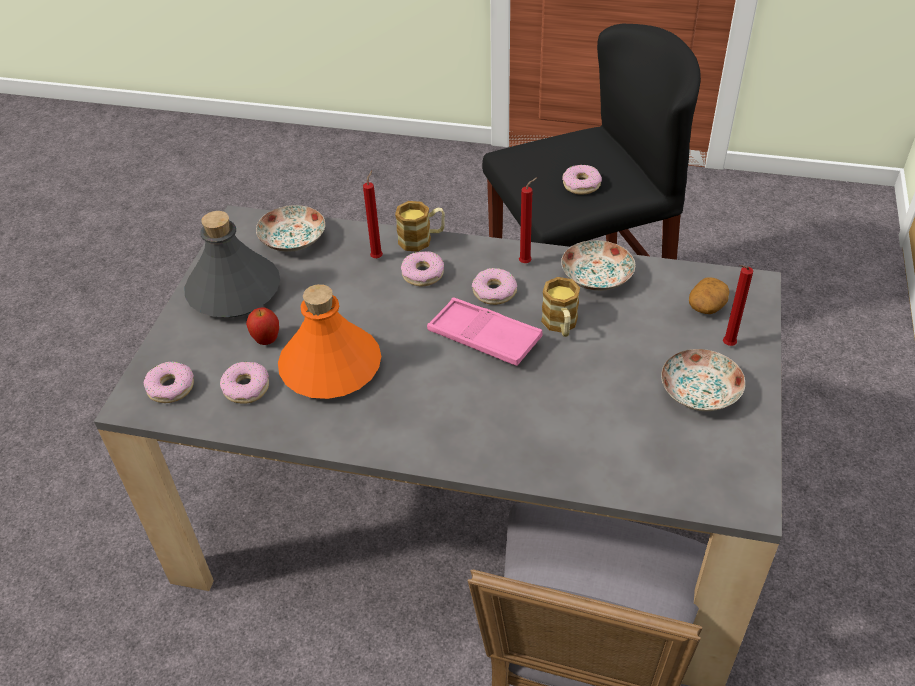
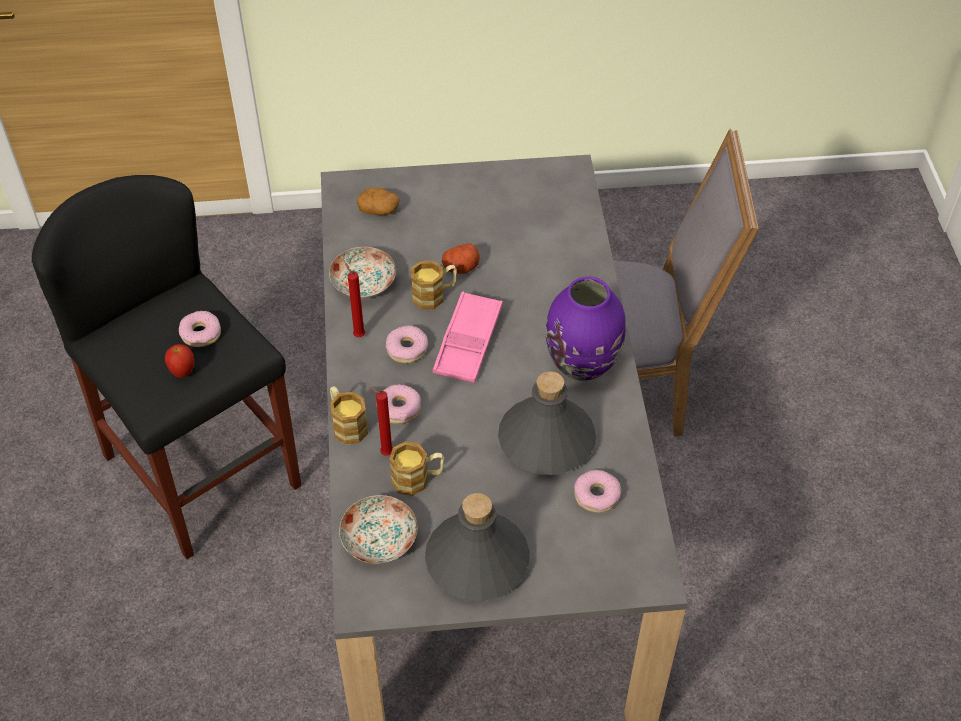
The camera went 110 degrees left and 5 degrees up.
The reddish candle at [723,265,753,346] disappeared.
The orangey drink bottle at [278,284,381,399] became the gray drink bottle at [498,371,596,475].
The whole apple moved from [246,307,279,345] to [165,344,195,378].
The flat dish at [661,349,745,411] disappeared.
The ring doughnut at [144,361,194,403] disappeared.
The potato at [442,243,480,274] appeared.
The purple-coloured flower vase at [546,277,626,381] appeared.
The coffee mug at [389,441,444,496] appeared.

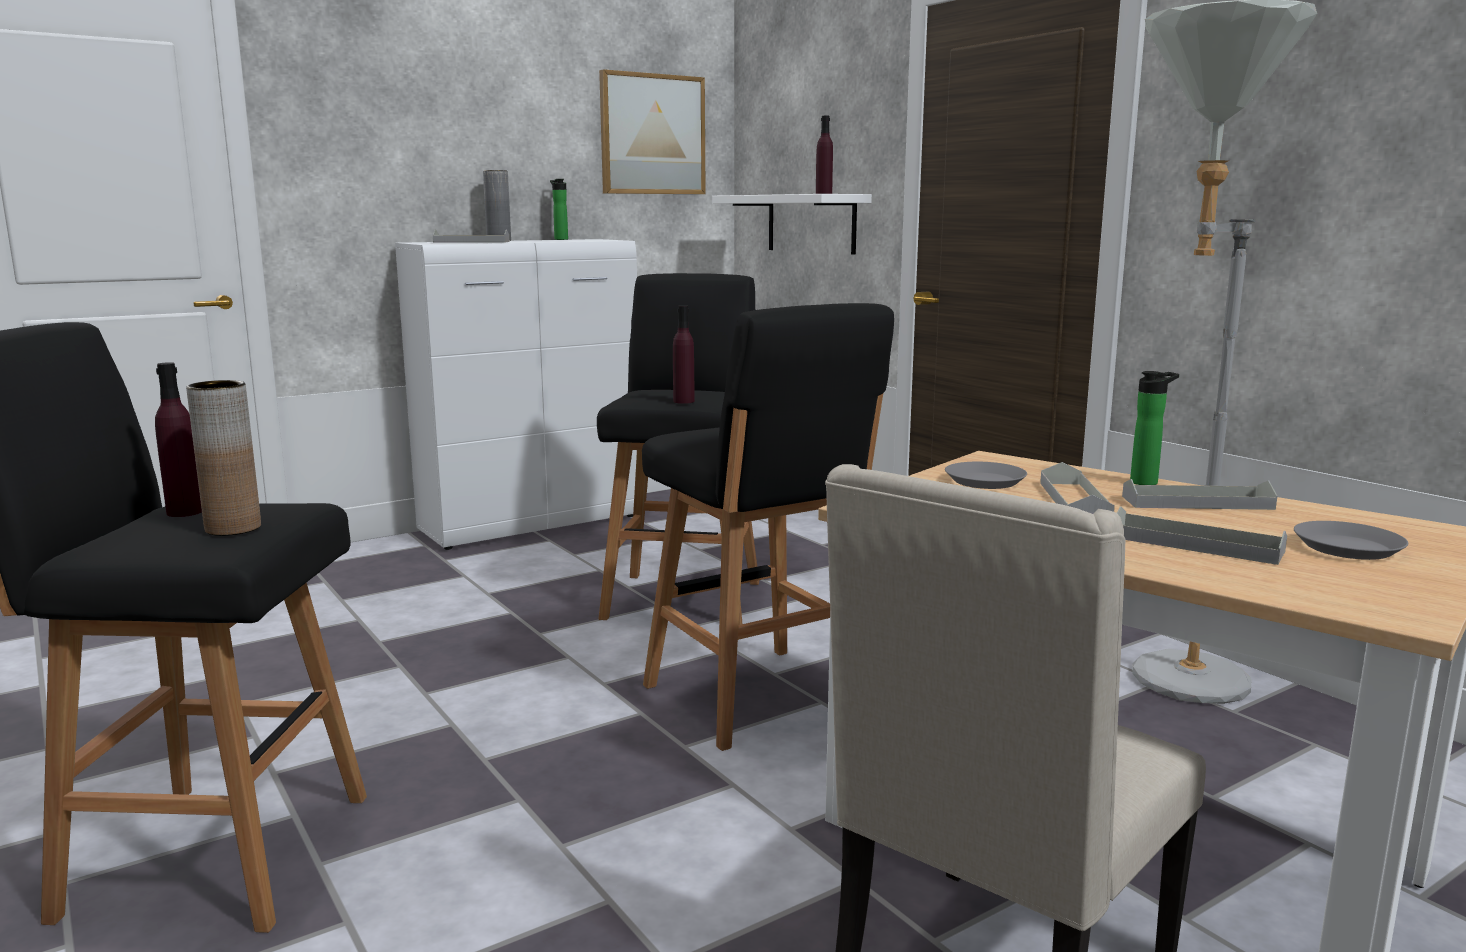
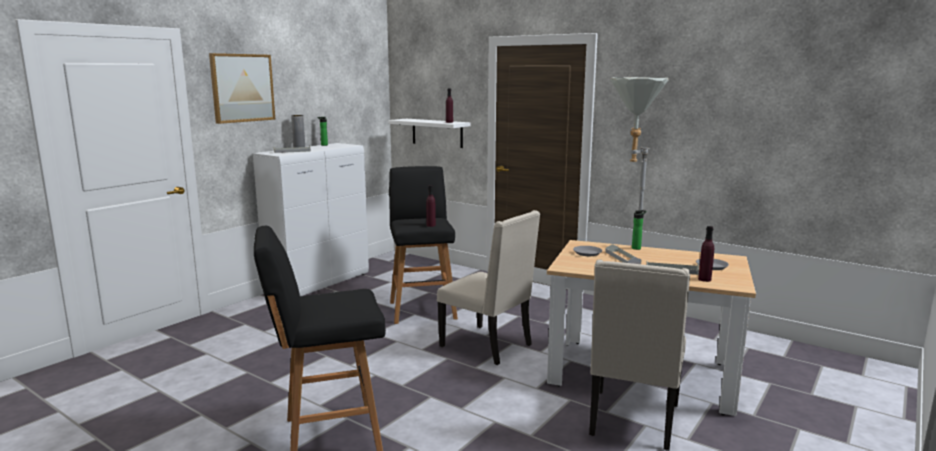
The camera went 20 degrees left and 0 degrees up.
The wall art moved from [599,69,706,194] to [209,53,275,124].
The blackish sitting stool at [642,303,894,751] was replaced by the sand-coloured upright chair at [437,210,540,365].
The purple-coloured drink bottle moved from [155,362,202,517] to [698,226,714,282].
The brown flower vase at [186,380,261,536] disappeared.
The gray tray at [1122,479,1277,510] disappeared.

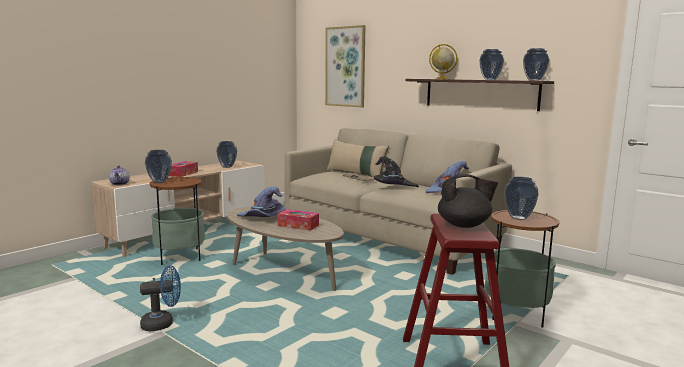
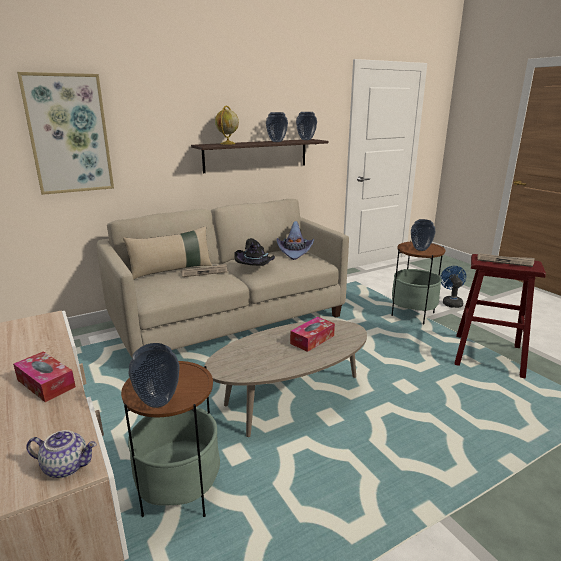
The camera went 70 degrees left and 10 degrees up.
The flower vase at [216,141,237,168] disappeared.
The blackish teapot at [438,174,498,228] was replaced by the newspaper at [477,254,534,267].
The purple-coloured hat at [237,187,285,217] disappeared.
The blue cooling fan moved from [140,266,181,331] to [440,266,466,308].

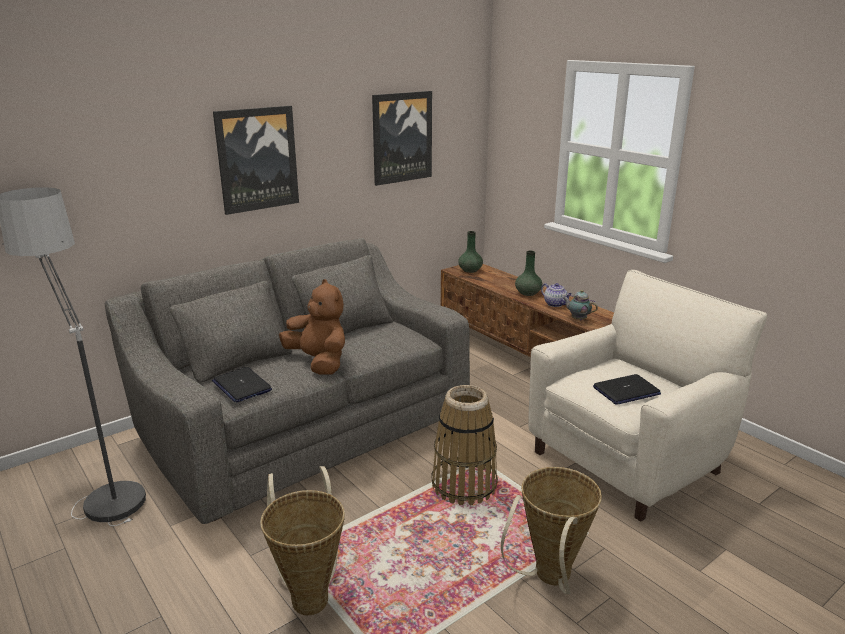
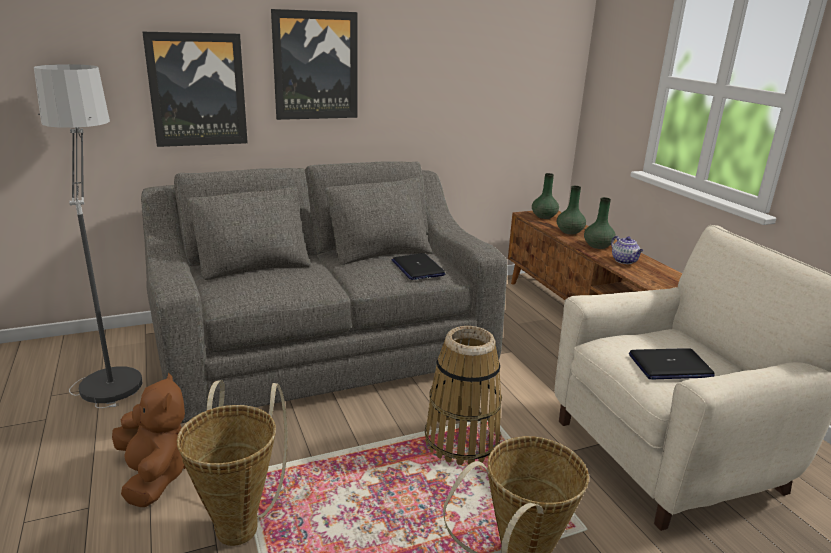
The camera went 15 degrees right and 0 degrees up.
The wall art moved from [372,91,432,186] to [142,32,248,147].
The brown cuddly toy moved from [279,279,345,375] to [112,373,186,507].
The teapot at [563,290,598,320] disappeared.
The notebook computer moved from [212,367,272,403] to [391,253,446,280].
The green flower vase at [557,186,586,234] appeared.

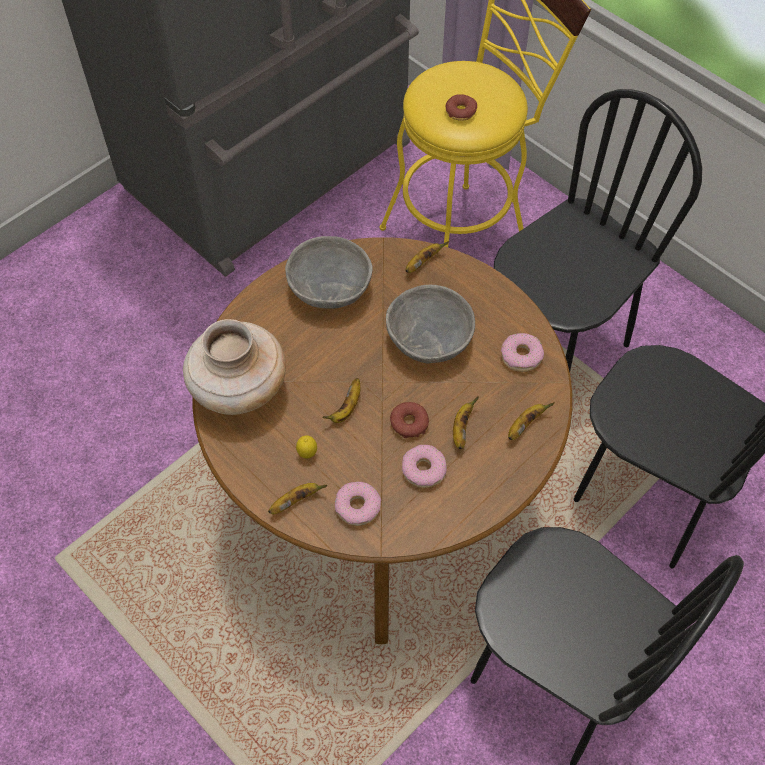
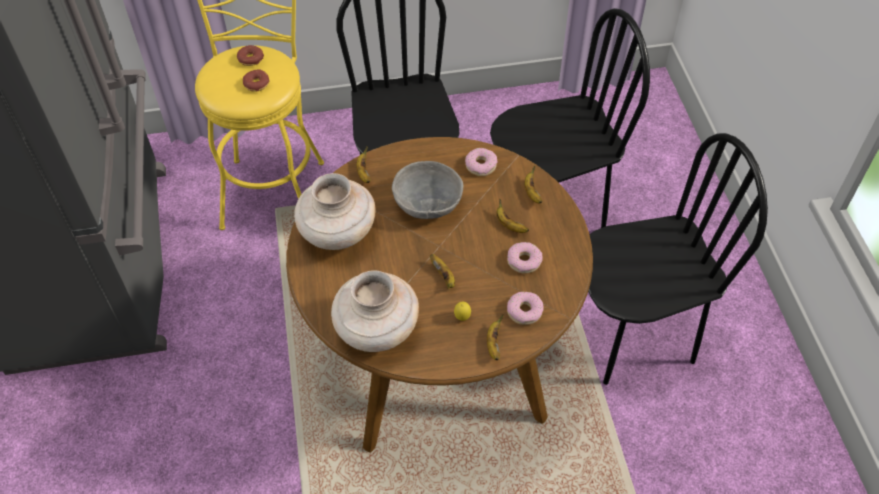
The camera went 55 degrees left and 5 degrees down.
The gray bowl at [285,236,373,309] was replaced by the sand-coloured flower vase at [294,173,376,250].
The ring doughnut moved from [390,402,429,438] to [237,45,264,66].

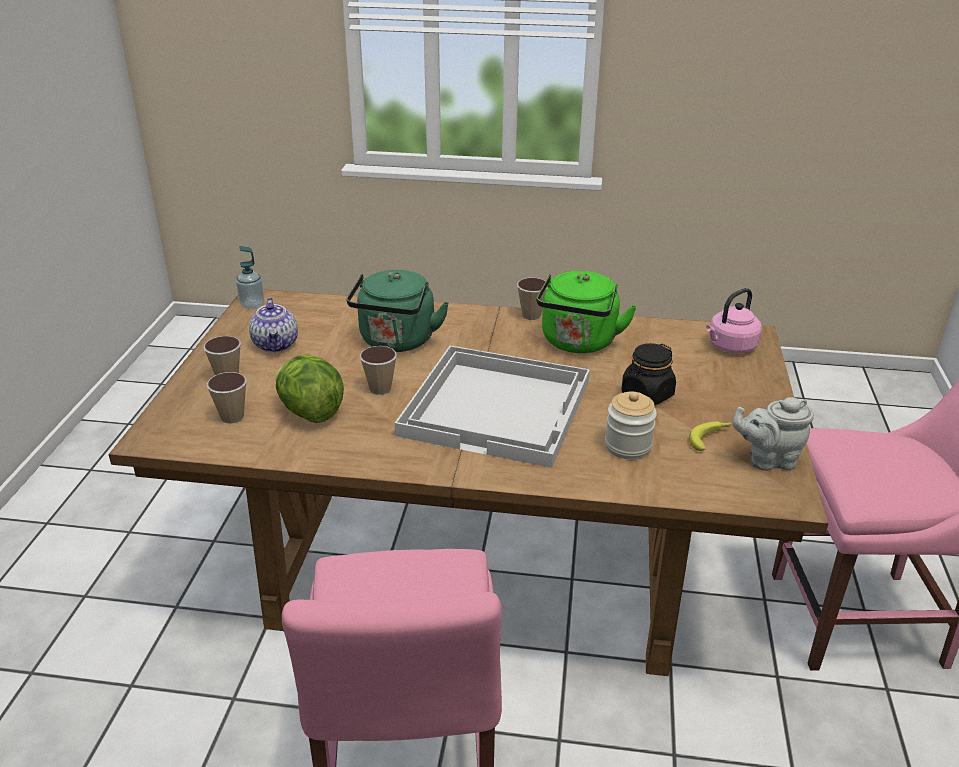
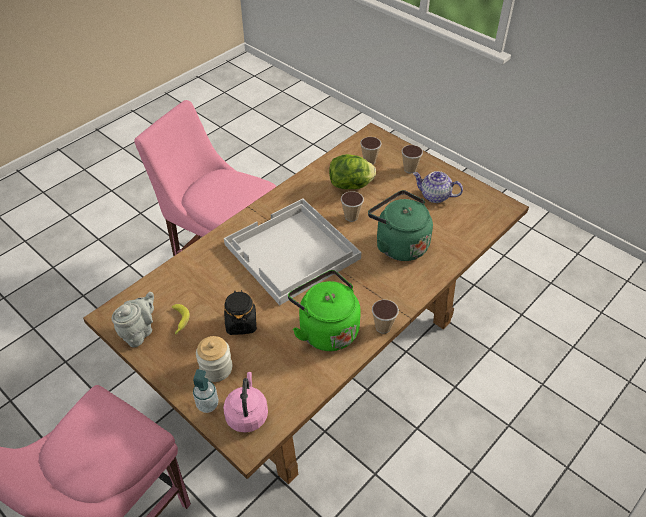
The camera went 125 degrees right and 15 degrees up.
The soap dispenser moved from [236,246,264,309] to [193,369,219,413].
The jar moved from [605,392,657,460] to [196,336,232,382].

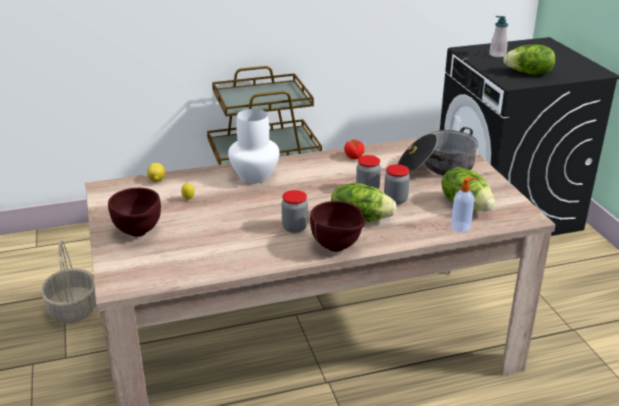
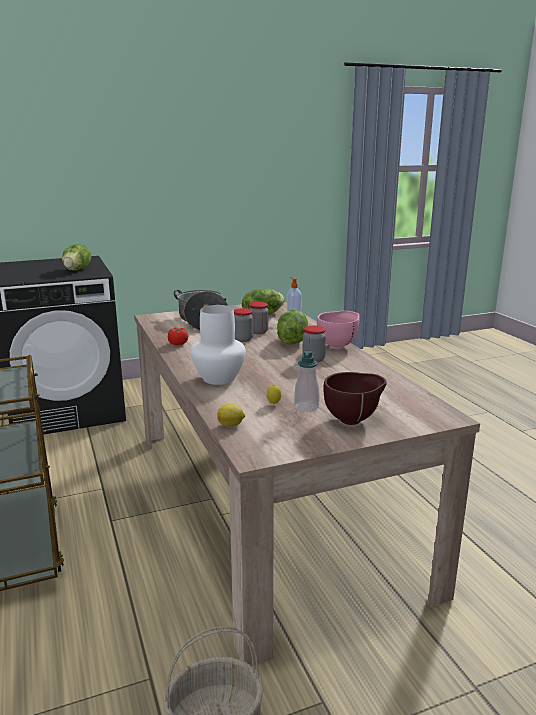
The camera went 95 degrees left and 10 degrees down.
The soap dispenser moved from [489,16,508,57] to [294,351,319,412].
The brown bowl at [310,201,365,252] became the pink-coloured bowl at [317,311,359,349].

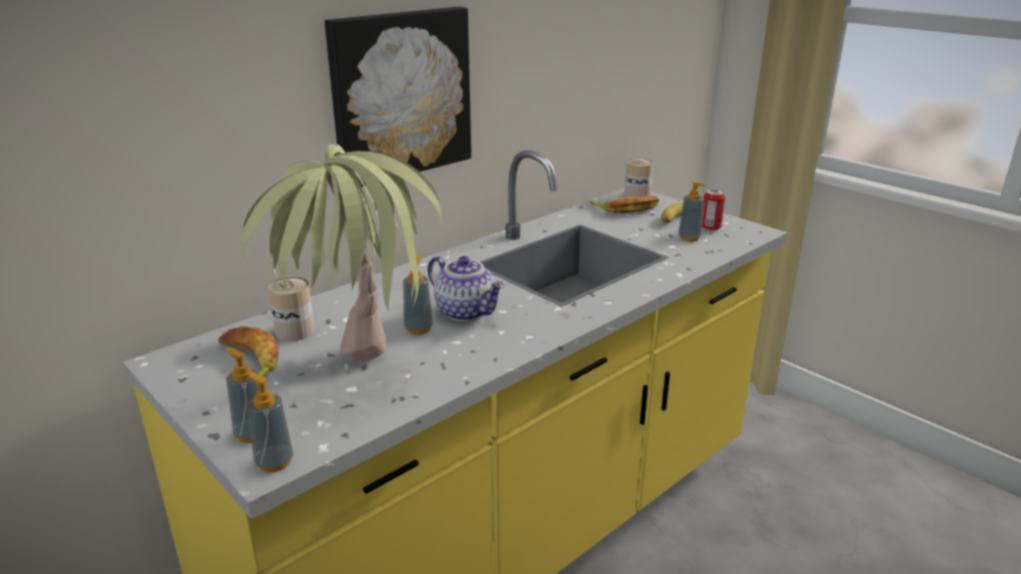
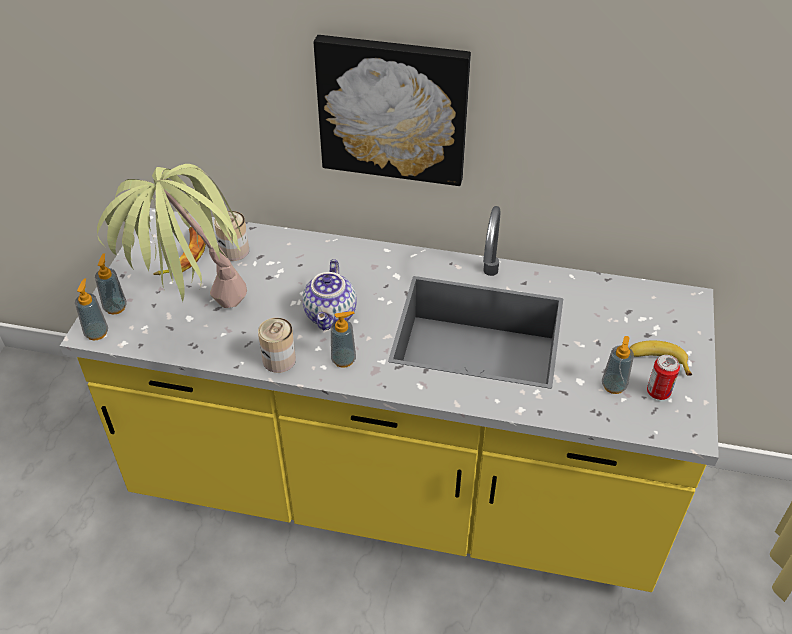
The camera went 55 degrees right and 20 degrees up.
The metal can moved from [624,159,653,198] to [258,318,296,373].
The banana at [590,195,659,213] disappeared.
The soap dispenser moved from [403,255,433,335] to [331,311,356,368].

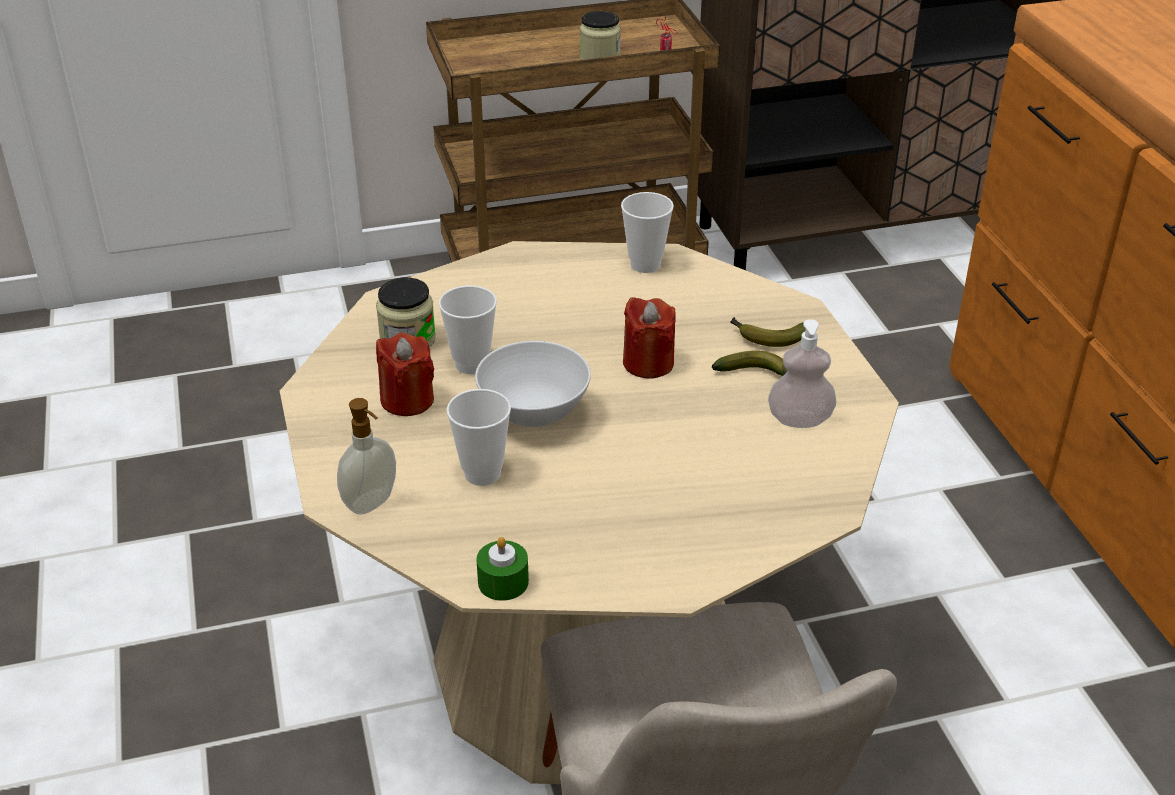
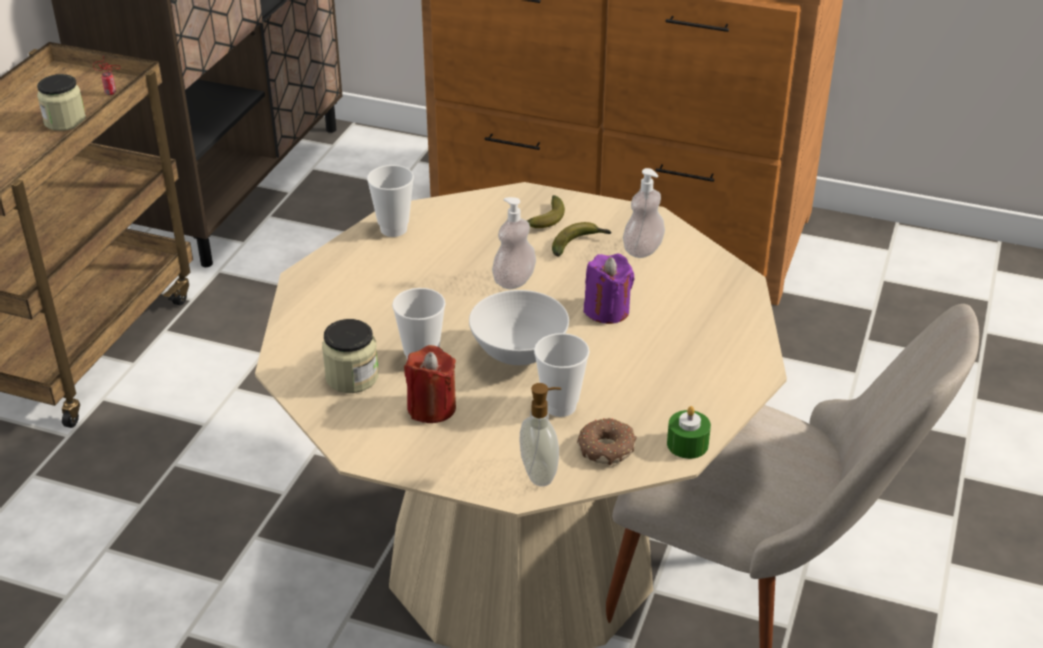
The camera went 55 degrees left and 0 degrees up.
The reddish candle at [623,297,676,379] was replaced by the soap dispenser at [492,197,536,289].
The purple-coloured candle at [584,254,634,324] appeared.
The ring doughnut at [577,418,637,465] appeared.

